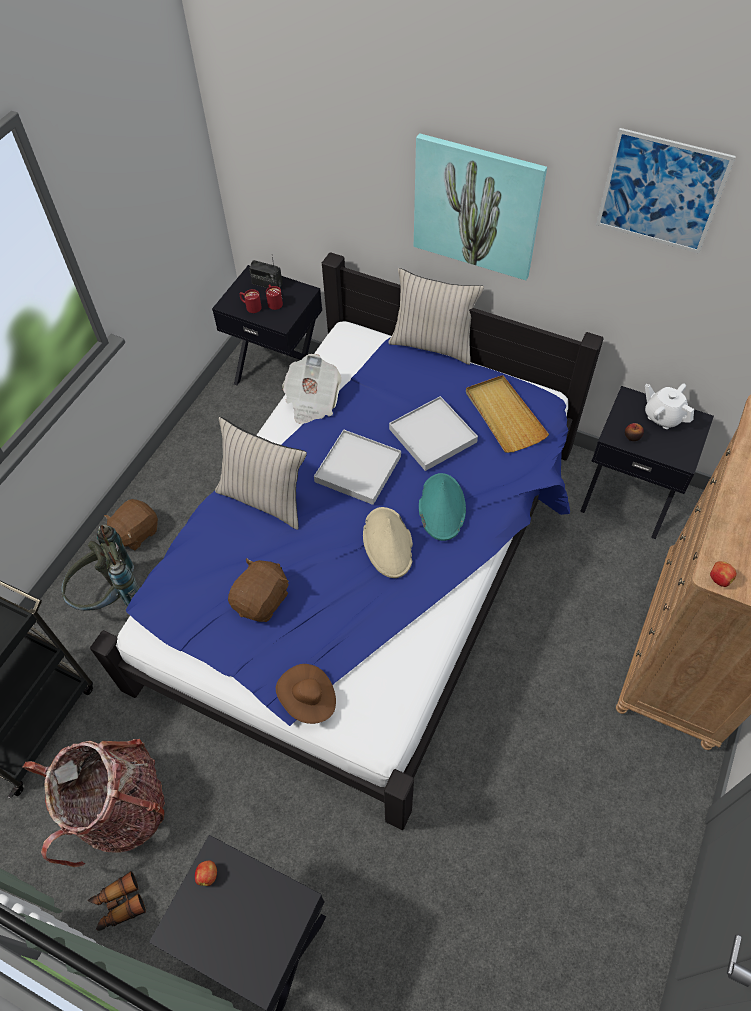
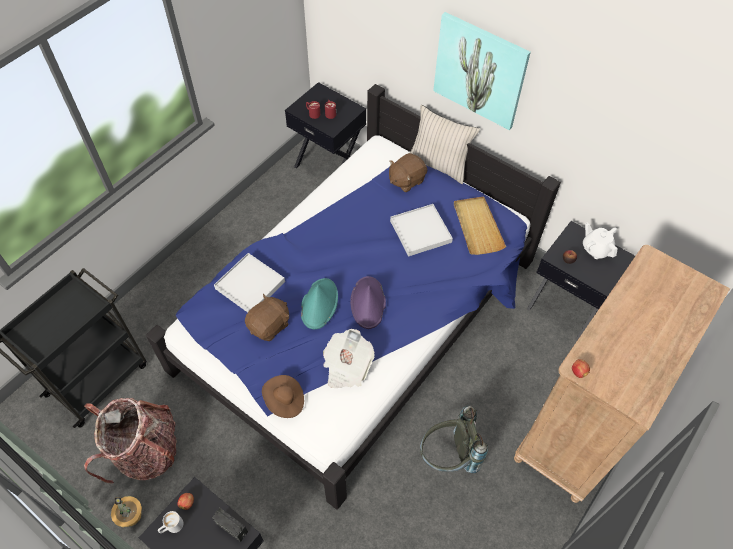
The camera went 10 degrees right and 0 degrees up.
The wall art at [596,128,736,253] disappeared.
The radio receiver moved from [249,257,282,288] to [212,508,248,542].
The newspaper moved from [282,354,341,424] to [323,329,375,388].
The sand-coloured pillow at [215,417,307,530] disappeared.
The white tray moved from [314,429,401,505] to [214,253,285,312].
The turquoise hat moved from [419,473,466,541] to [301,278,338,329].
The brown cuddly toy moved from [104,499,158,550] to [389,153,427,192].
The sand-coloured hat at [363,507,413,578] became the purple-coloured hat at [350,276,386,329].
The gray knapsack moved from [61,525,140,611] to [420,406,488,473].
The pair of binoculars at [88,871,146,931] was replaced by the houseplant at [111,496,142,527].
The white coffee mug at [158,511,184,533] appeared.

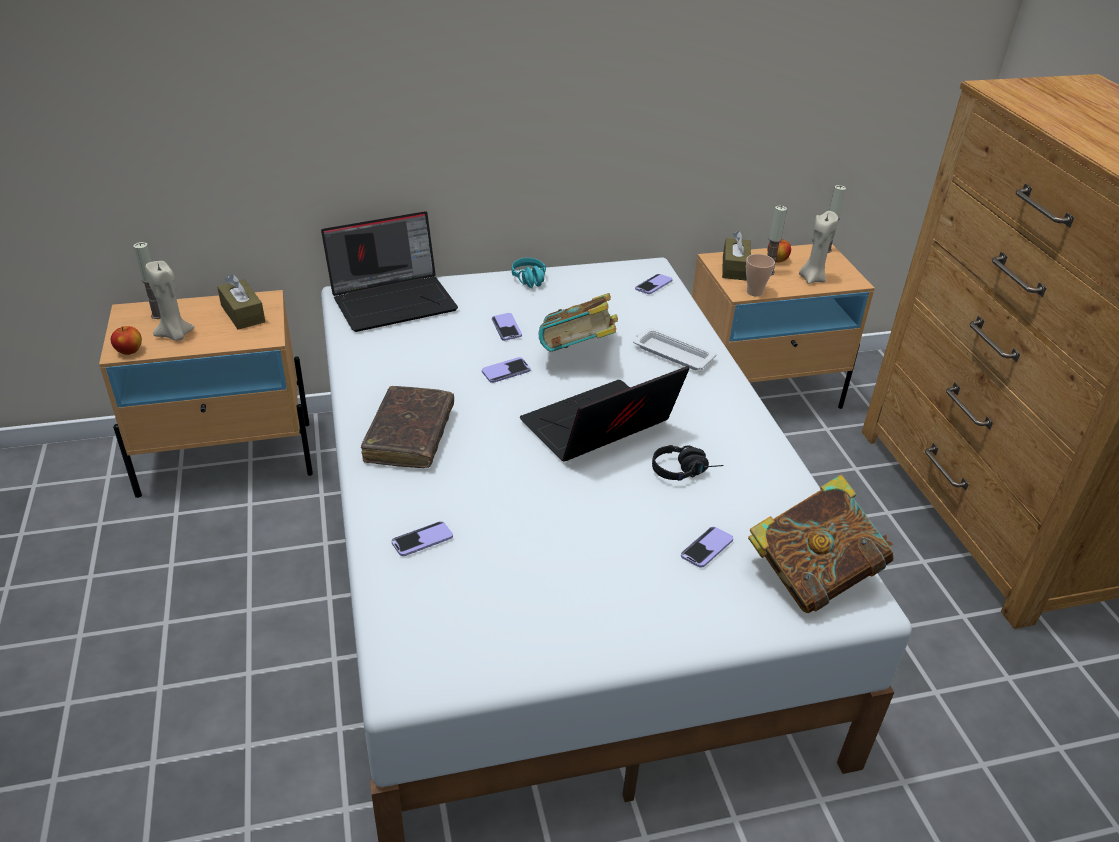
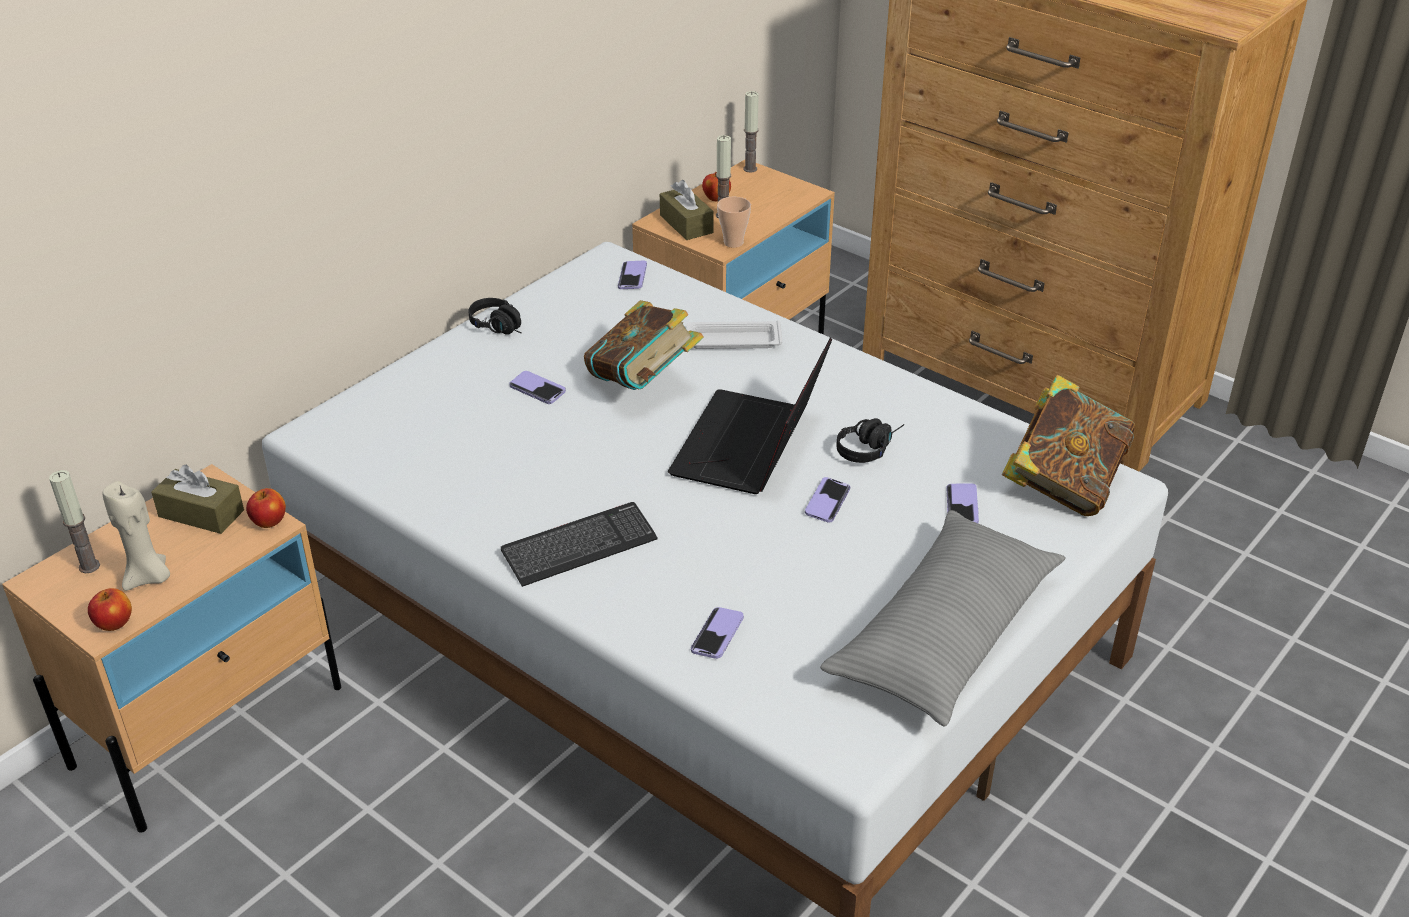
The camera went 35 degrees left and 0 degrees up.
The notebook computer at [321,211,458,332] disappeared.
The sand-coloured candle at [799,211,838,284] disappeared.
The turquoise headset at [512,258,546,289] became the blackish headset at [469,298,522,335].
The telephone moved from [482,357,531,383] to [805,477,850,522].
The brown volume at [361,386,454,468] was replaced by the computer keyboard at [501,502,658,587].
The whole apple at [246,488,286,528] appeared.
The gray pillow at [820,510,1066,726] appeared.

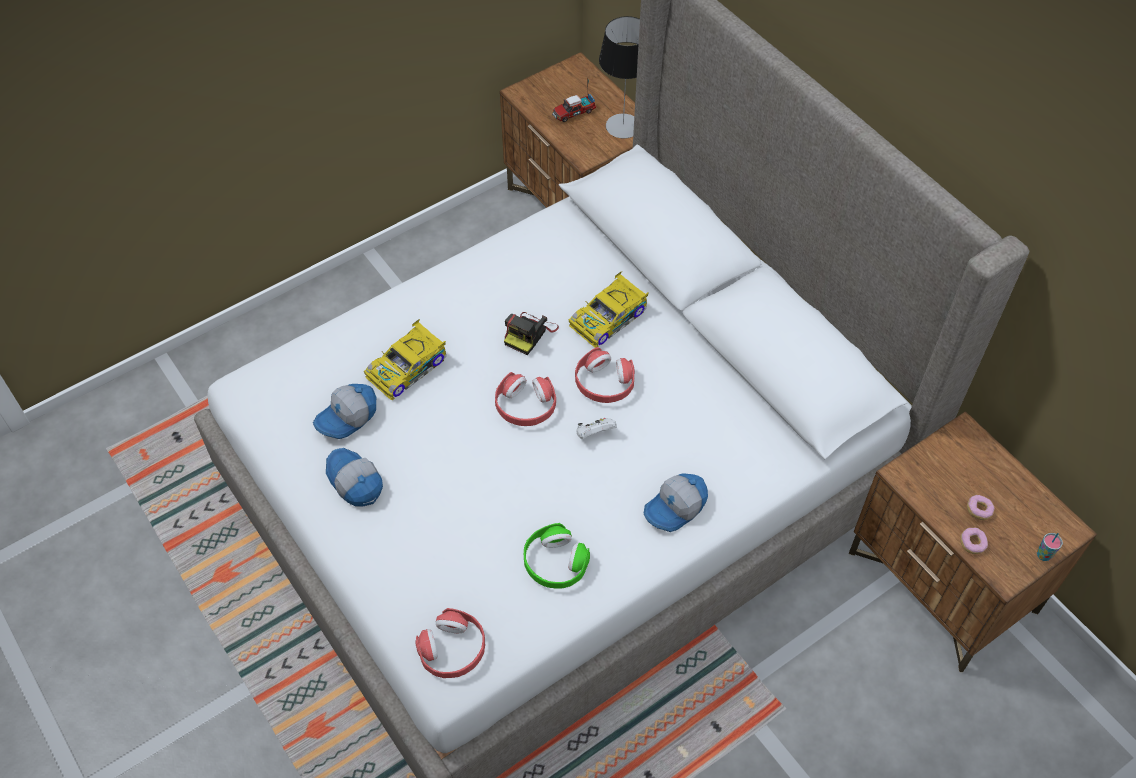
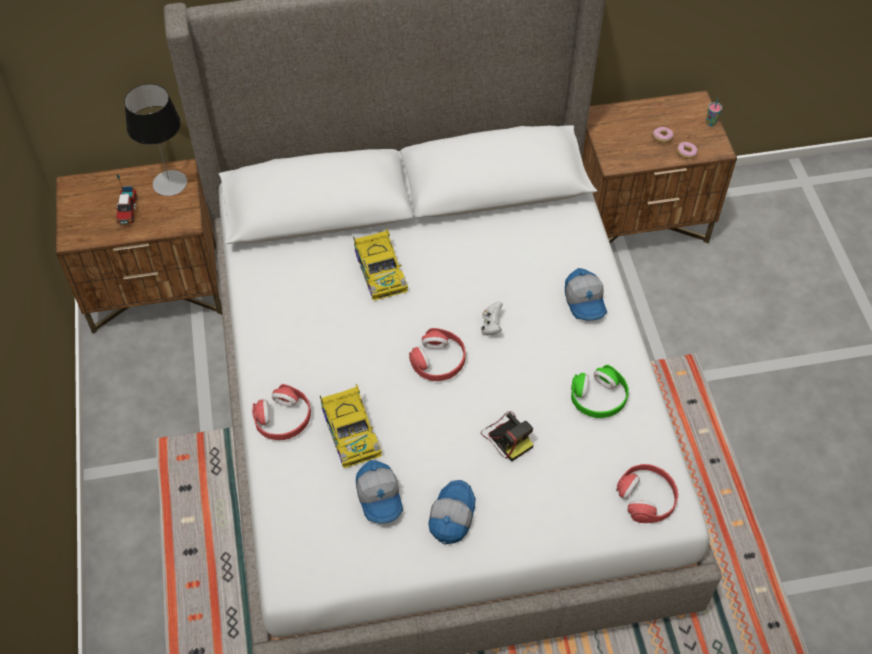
The camera went 65 degrees left and 0 degrees up.
The photo camera moved from [504,312,559,355] to [481,411,534,461].
The reddish headset moved from [575,347,635,403] to [252,384,311,440].
The baseball cap at [326,448,383,507] turned 120 degrees clockwise.

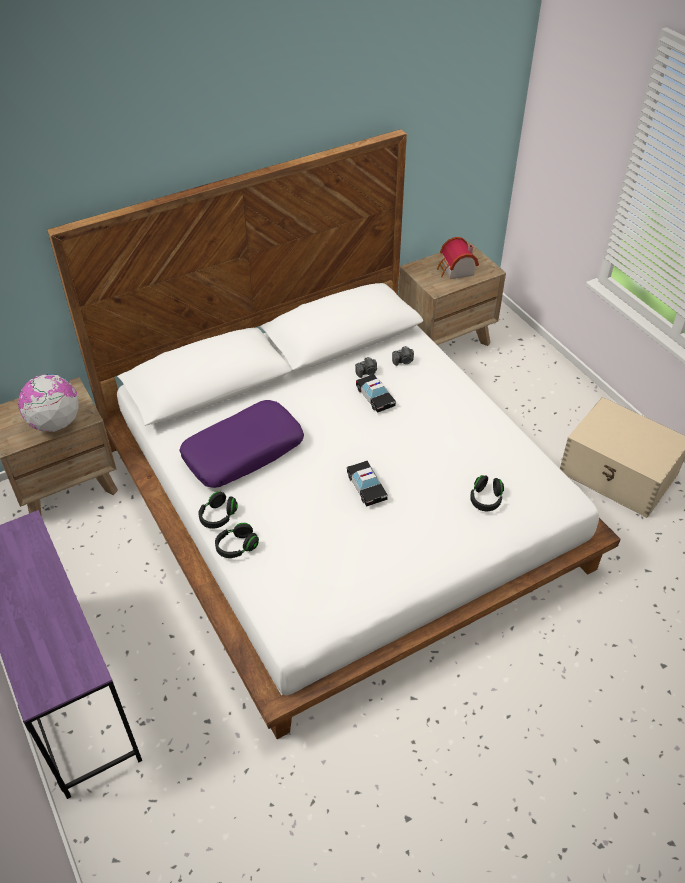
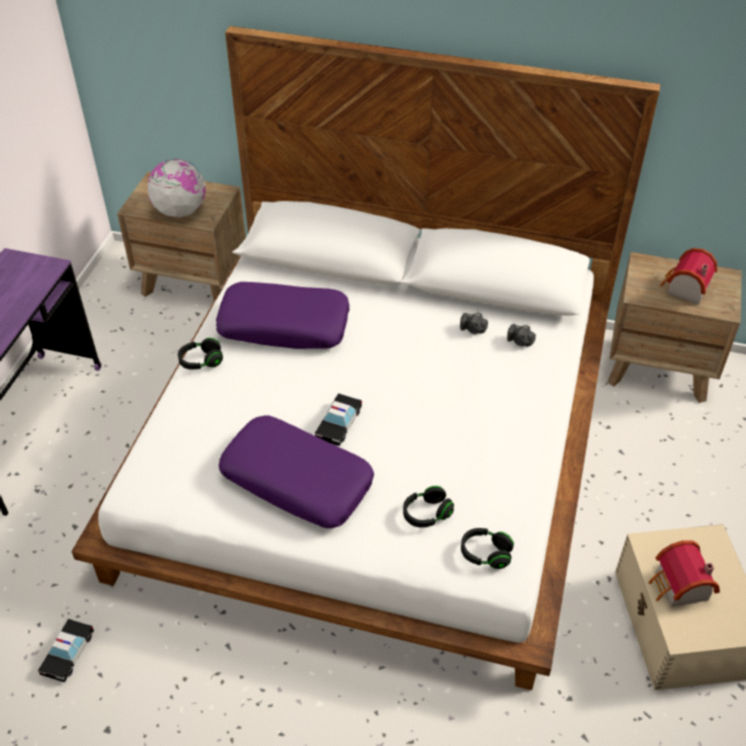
The camera went 45 degrees right and 0 degrees up.
The miniature car moved from [356,374,396,413] to [38,619,94,682].
The blackish headset moved from [215,523,259,558] to [461,528,514,569].
The purple-coloured pillow at [219,416,374,528] appeared.
The miniature house at [649,540,720,607] appeared.

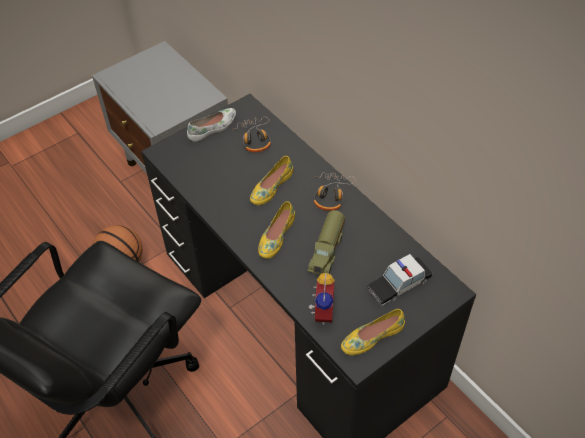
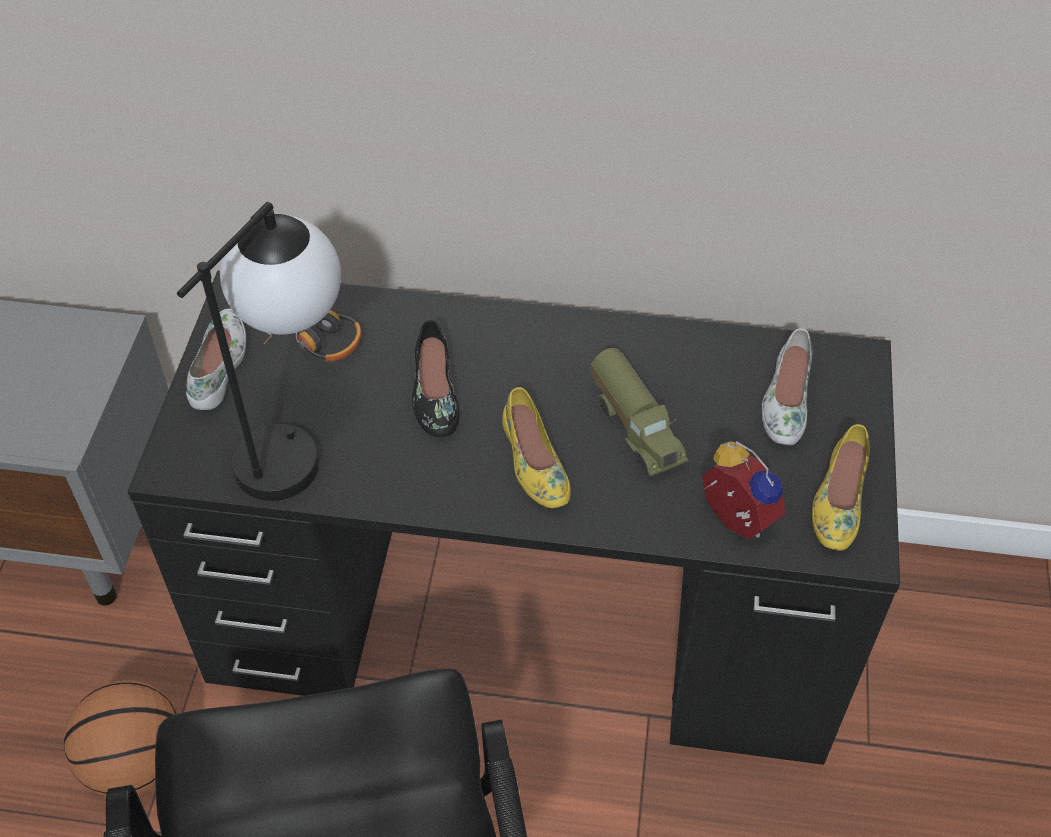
The camera went 45 degrees left and 0 degrees up.
The yellow-coloured low shoe at [250,156,293,205] became the blackish low shoe at [412,320,460,437].
The headset at [314,173,356,211] disappeared.
The miniature car at [367,254,433,306] was replaced by the white low shoe at [762,328,812,445].
The tabletop lamp at [177,202,341,501] appeared.

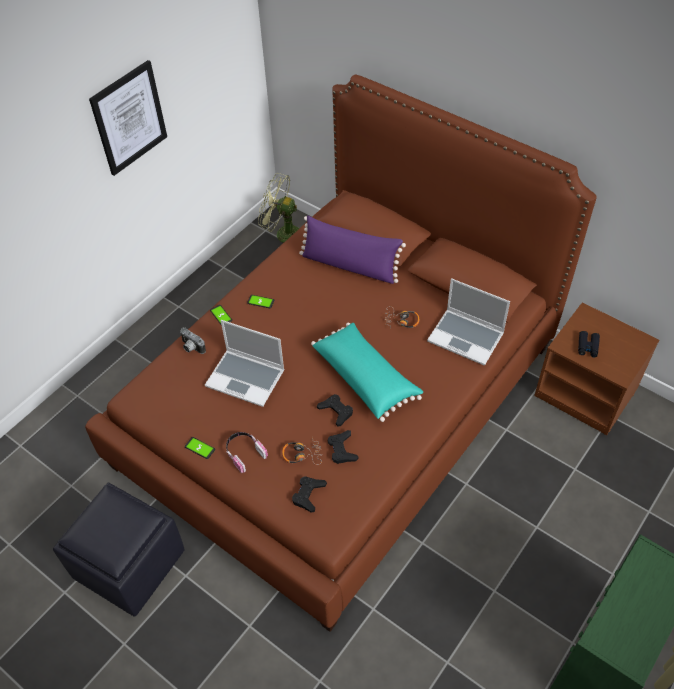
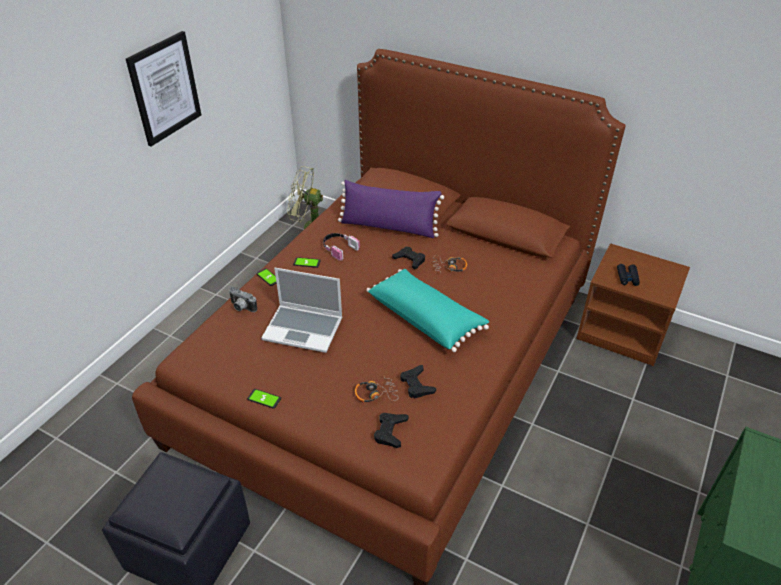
The camera went 10 degrees left and 10 degrees down.
The notebook computer at [427,278,510,366] disappeared.
The blackish joypad moved from [317,394,353,427] to [392,247,425,269].
The headset moved from [226,432,268,473] to [323,233,360,261].

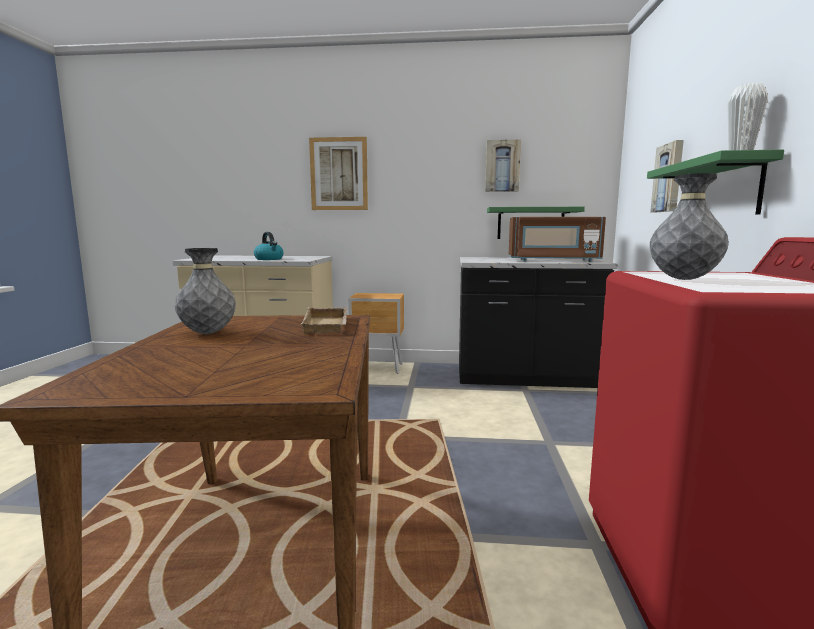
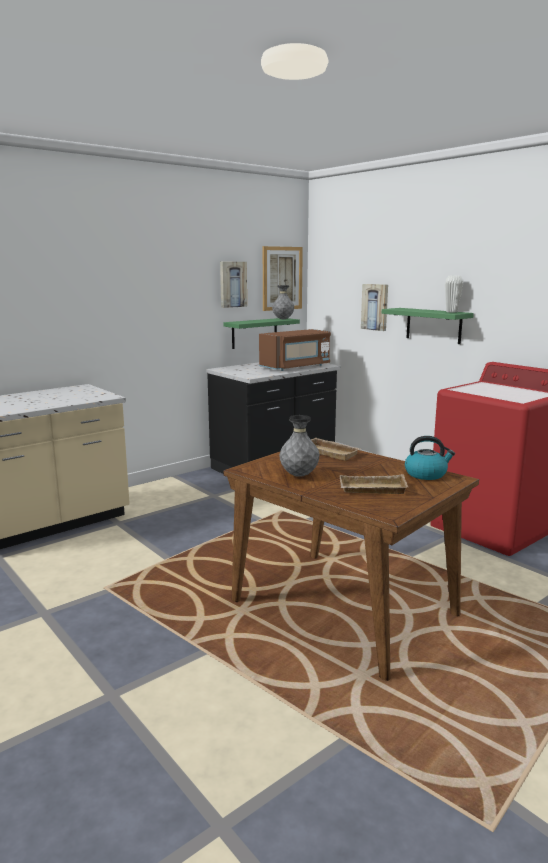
The camera went 45 degrees left and 5 degrees up.
The wall art moved from [309,137,368,210] to [263,246,303,311].
The gray flower vase moved from [650,173,729,280] to [272,285,294,319].
The water kettle moved from [254,232,284,260] to [405,436,455,480].
The brown night table at [348,293,404,374] disappeared.
The sand-coloured tray at [340,474,408,494] appeared.

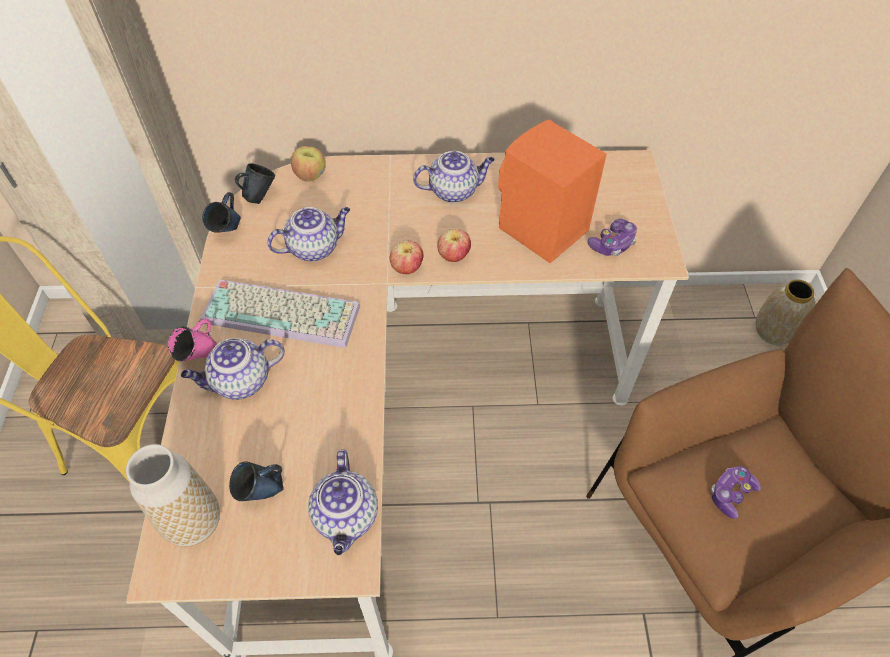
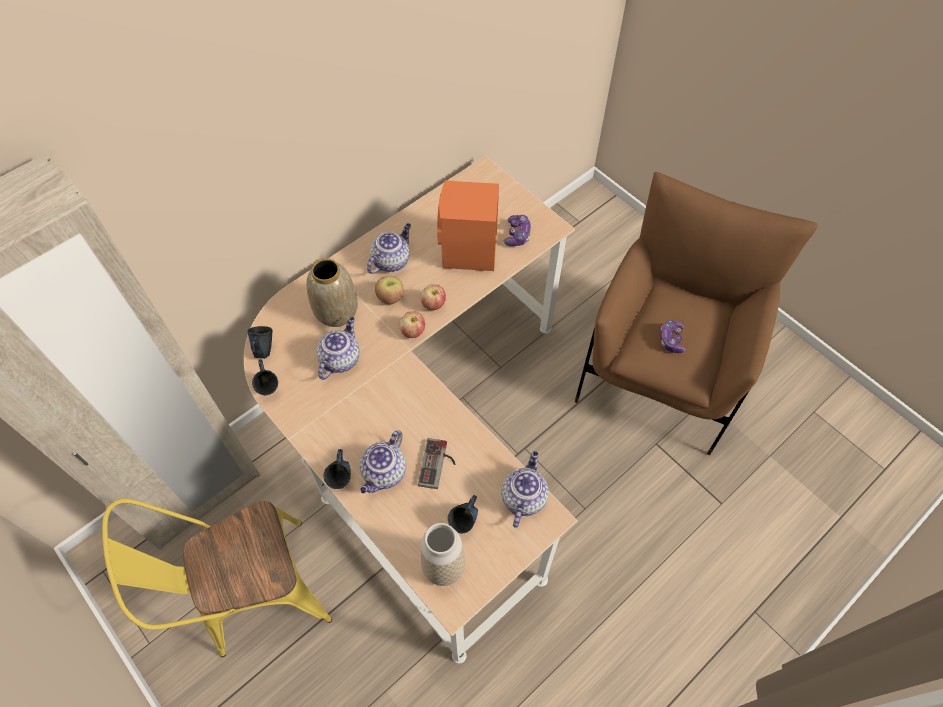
The camera went 40 degrees left and 5 degrees up.
The whole apple moved from [291,146,326,182] to [375,276,404,305].
The computer keyboard at [200,279,360,348] disappeared.
The flower vase moved from [755,279,815,345] to [307,258,358,327].
The pink-coloured coffee mug at [168,319,217,361] became the blue coffee mug at [324,449,351,489].
The teapot at [308,449,378,556] turned 120 degrees counterclockwise.
The joypad at [418,438,455,489] appeared.

